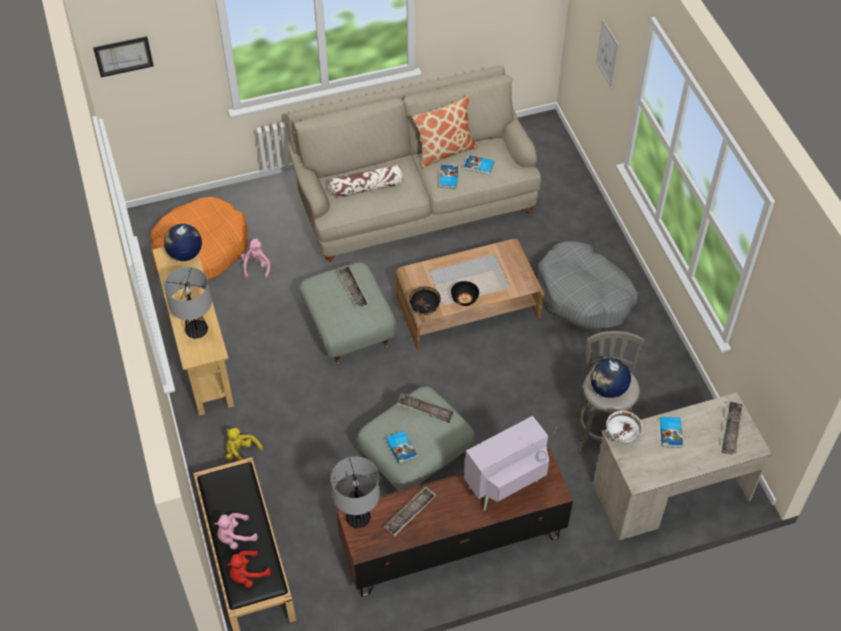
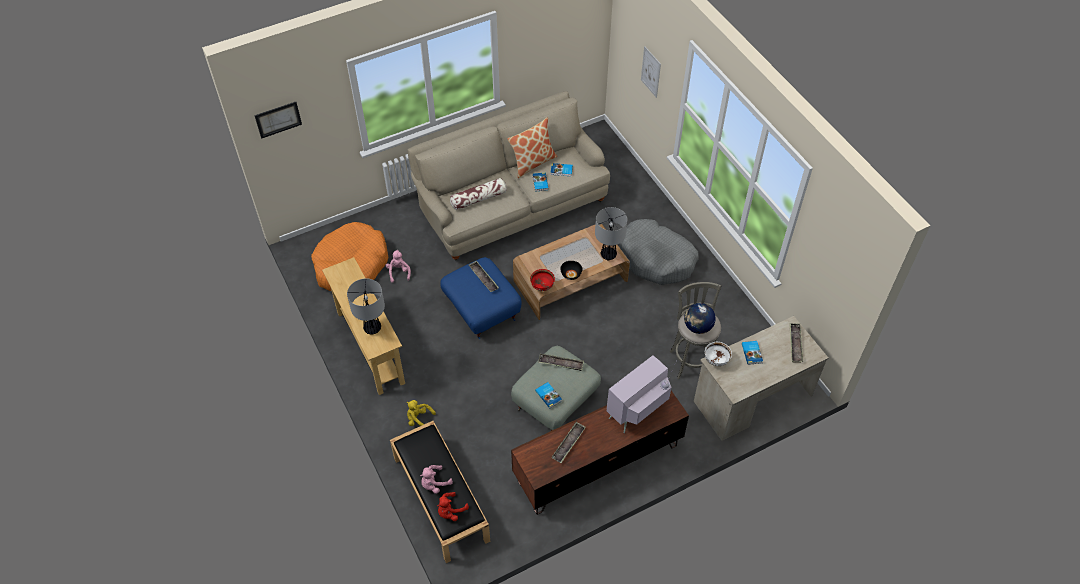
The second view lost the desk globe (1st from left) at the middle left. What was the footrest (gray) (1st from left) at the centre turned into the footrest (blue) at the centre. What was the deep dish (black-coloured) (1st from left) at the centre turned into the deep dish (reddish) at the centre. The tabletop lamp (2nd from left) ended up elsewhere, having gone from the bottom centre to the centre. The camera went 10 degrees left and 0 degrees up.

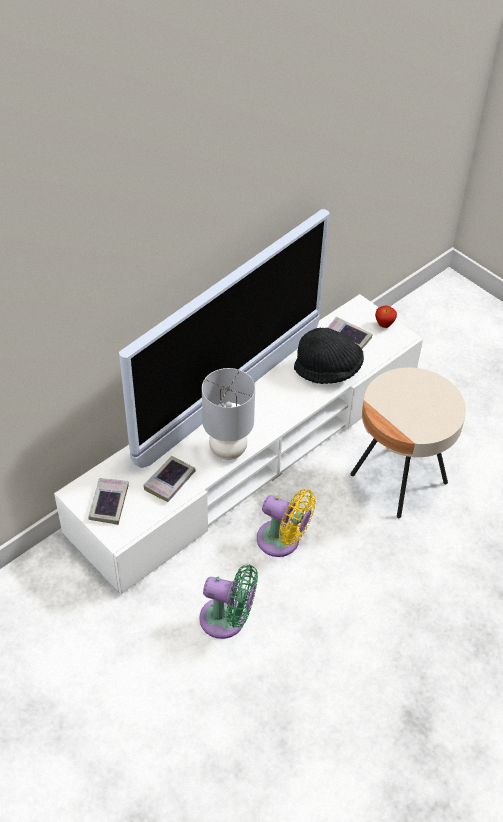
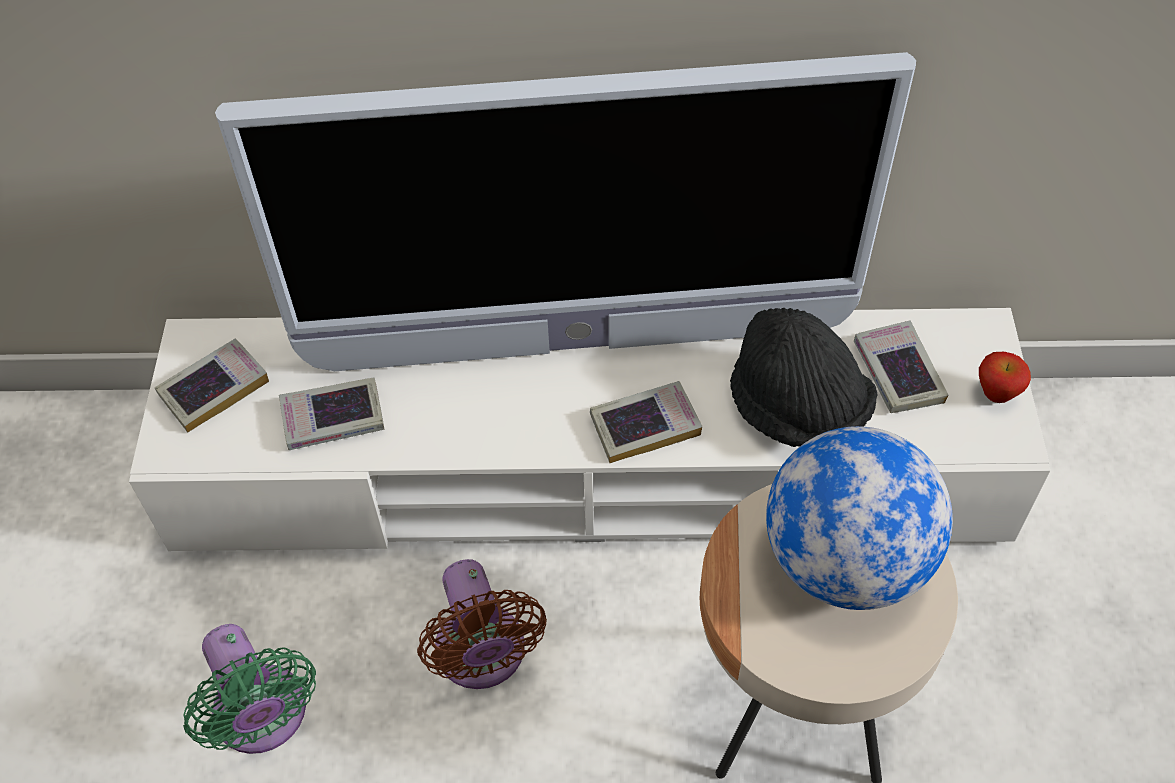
The second view lost the tabletop lamp (gray) at the centre. What was the cooling fan (yellow) at the centre turned into the cooling fan (brownish) at the bottom centre. The second view gained the volume (3rd from left) at the centre. The second view gained the desk globe at the middle right. The camera went 45 degrees right and 5 degrees up.

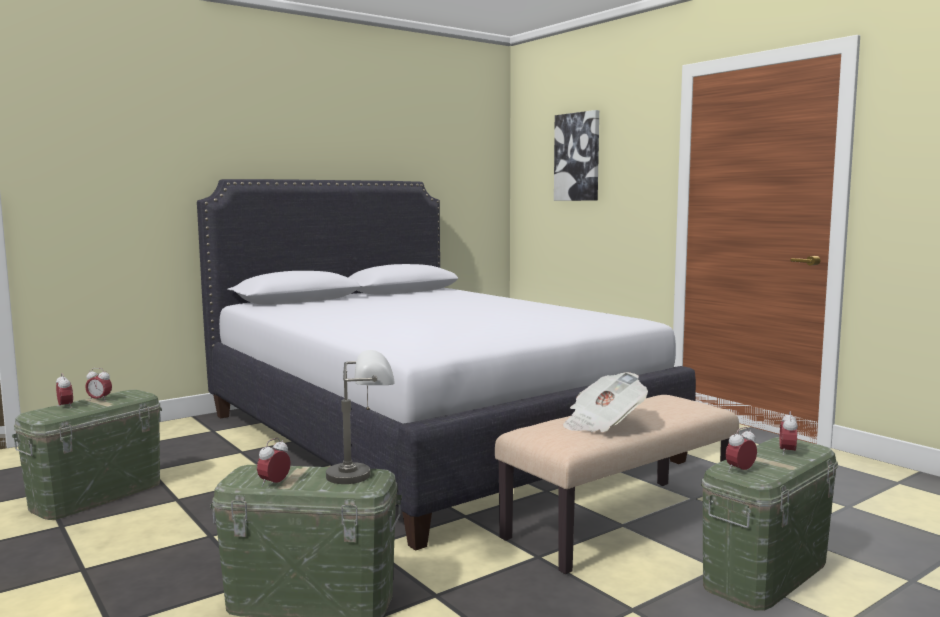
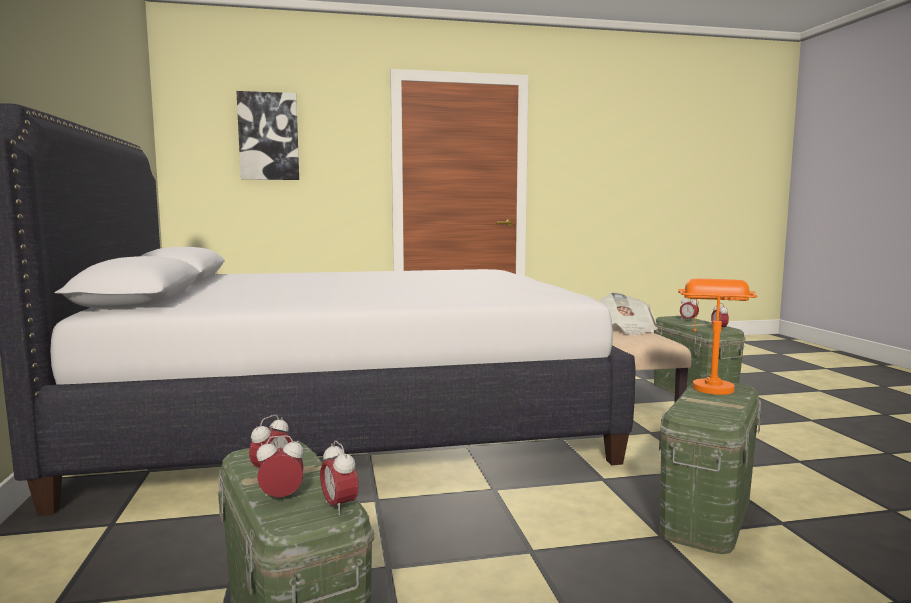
What was the tabletop lamp (gray) at the bottom centre turned into the tabletop lamp (orange-coloured) at the middle right. The alarm clock (3rd from left) ended up elsewhere, having gone from the bottom left to the bottom centre. The camera went 65 degrees left and 0 degrees up.

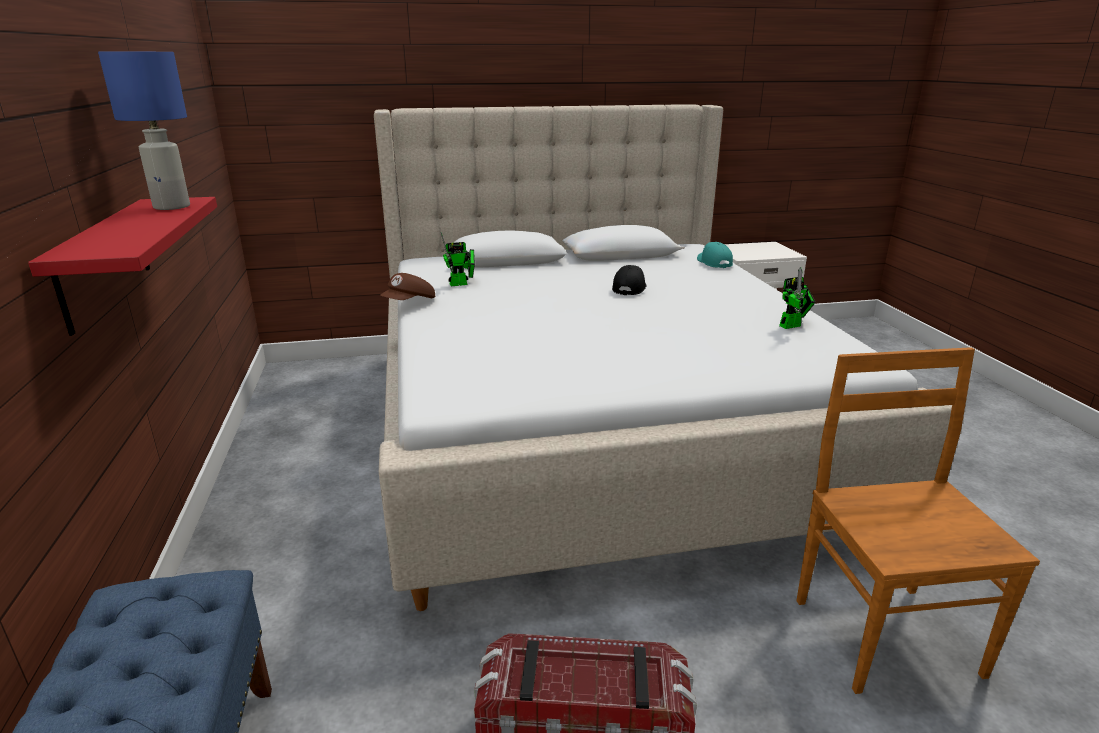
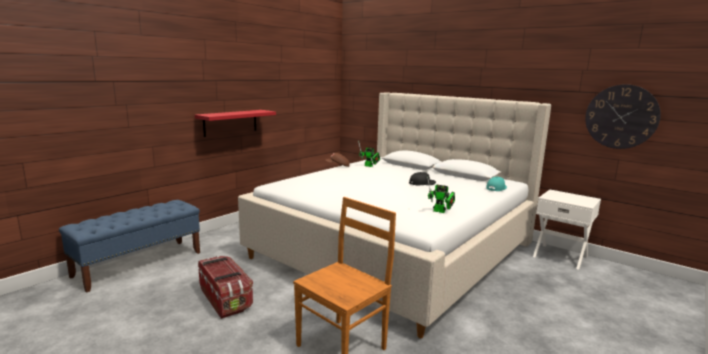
The second view lost the tabletop lamp (blue) at the top left. The second view gained the wall clock at the top right. The camera went 50 degrees right and 10 degrees down.

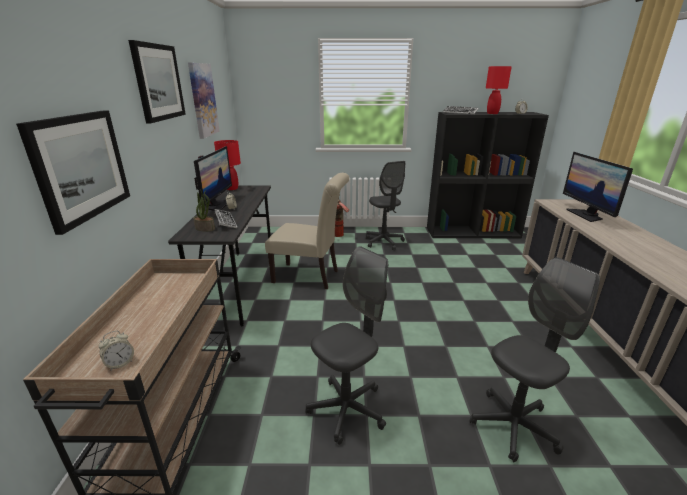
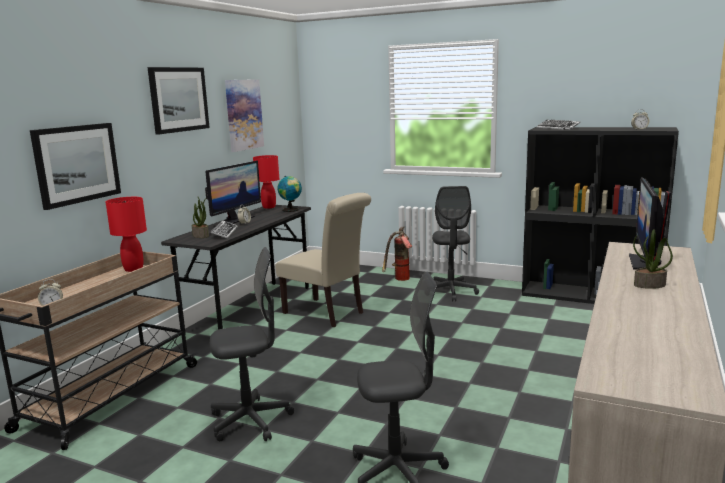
The tabletop lamp (reddish) (2nd from left in the first image) ended up elsewhere, having gone from the top right to the middle left. The second view gained the desk globe at the centre. The second view gained the houseplant (2nd from left) at the middle right. The camera went 25 degrees right and 10 degrees down.

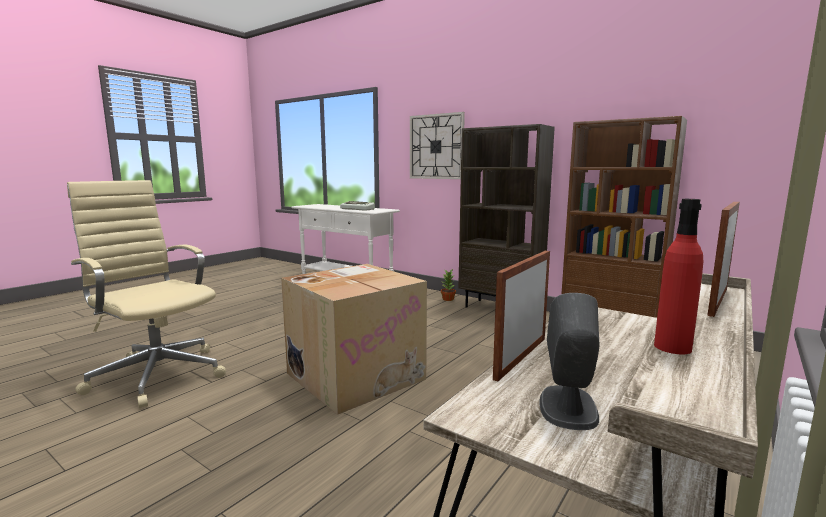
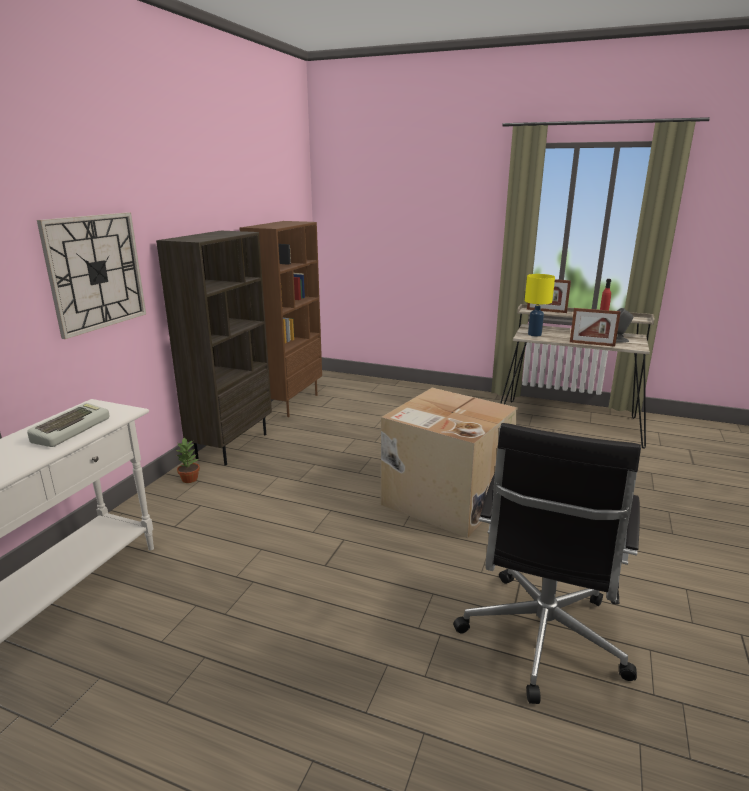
What was the computer chair (beige-coloured) at the middle left turned into the computer chair (black-coloured) at the bottom right. The second view gained the tabletop lamp (yellow) at the middle right. The camera went 105 degrees left and 10 degrees up.

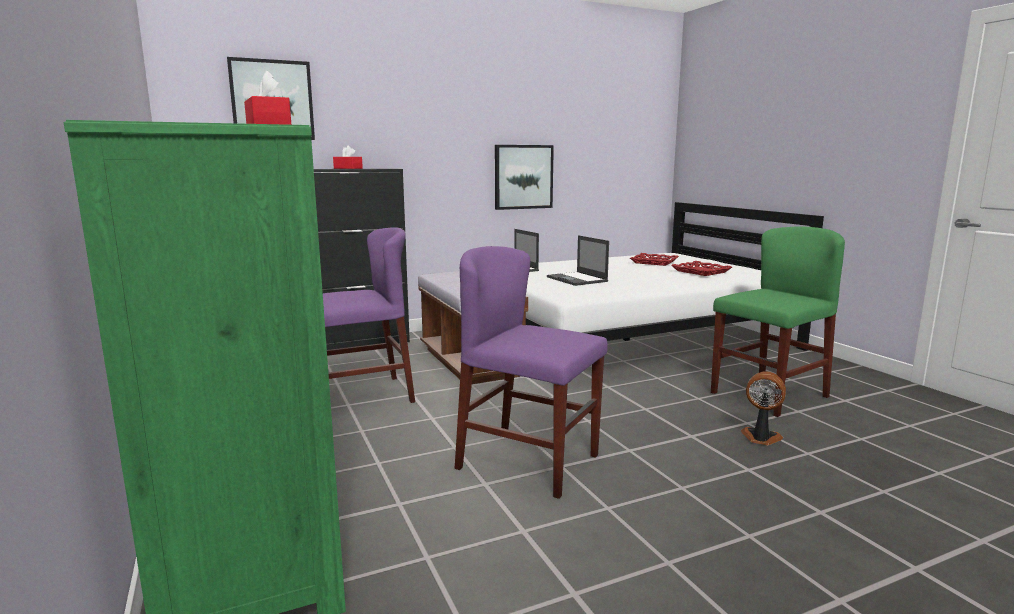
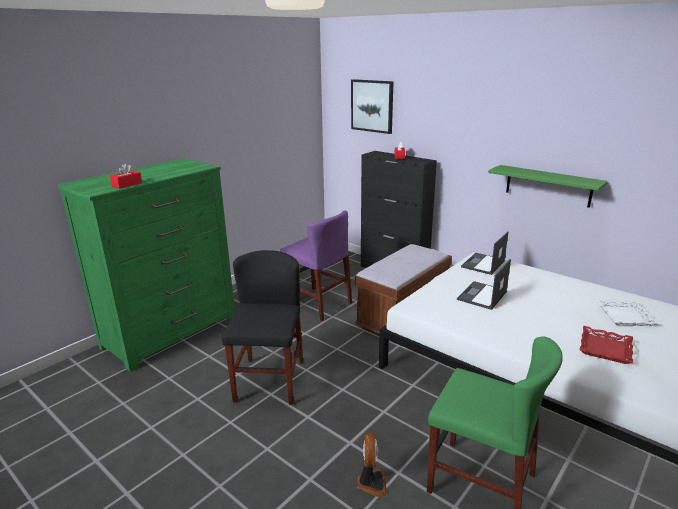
Where the wall art (2nd from left) hung at the top centre, the bracket shelf (green-coloured) came to hang at the middle right. What was the upright chair (purplish) (2nd from left) at the centre turned into the upright chair (black-coloured) at the centre. What was the tray (reddish) (1st from left) at the centre turned into the tray (whitish) at the middle right. The camera went 65 degrees right and 10 degrees up.

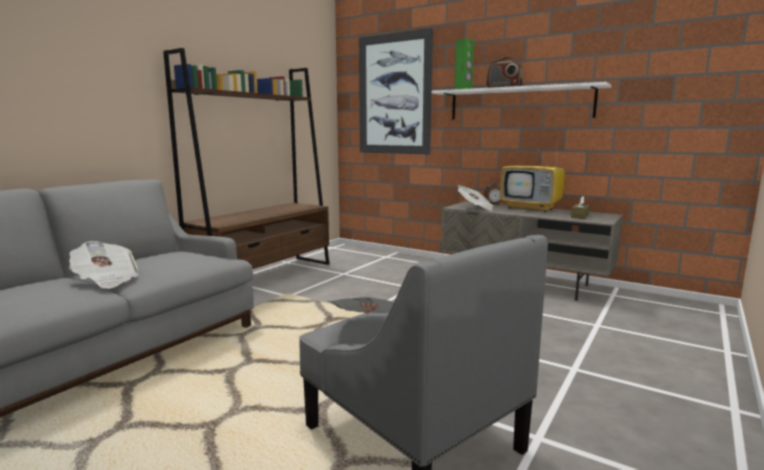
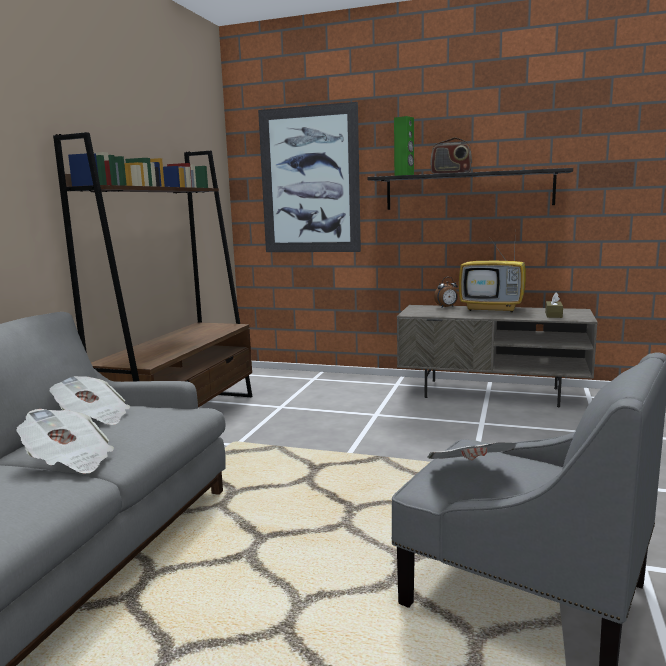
What was the bracket shelf (whitish) at the top right turned into the bracket shelf (black-coloured) at the top right. The newspaper (3rd from left in the first image) ended up elsewhere, having gone from the centre to the middle left. The camera went 15 degrees left and 0 degrees up.

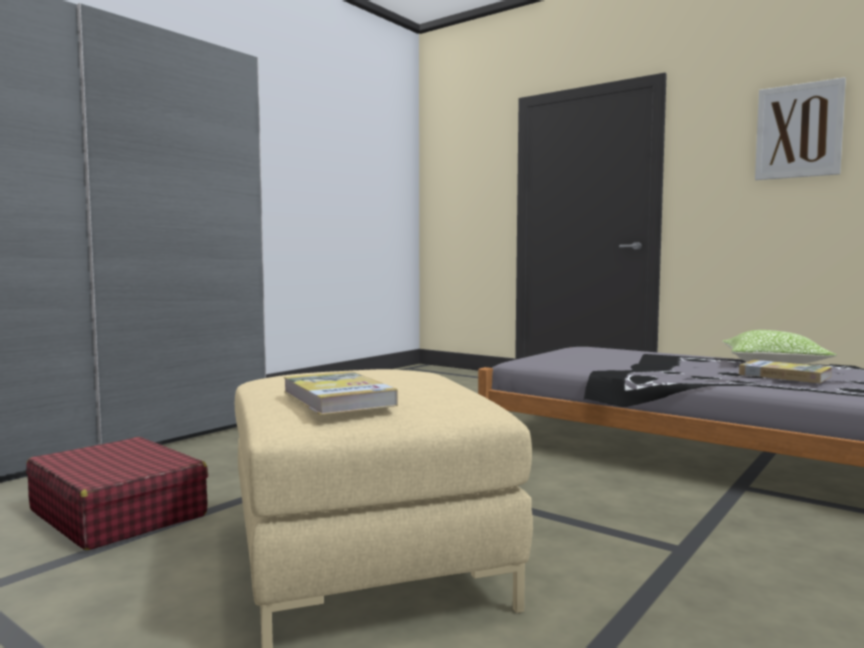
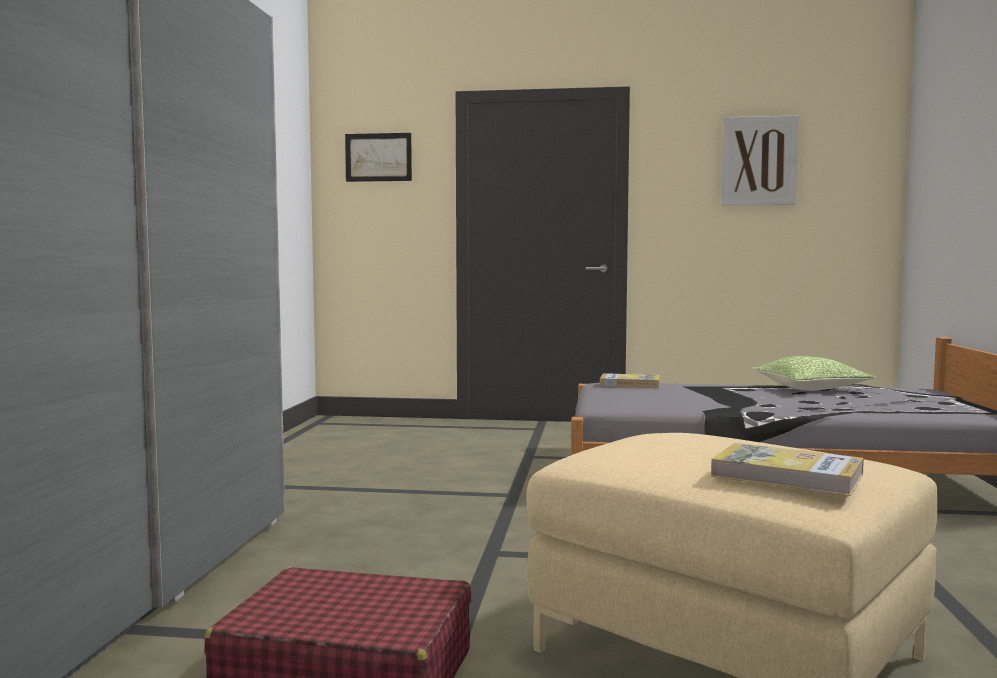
The volume (2nd from left in the first image) ended up elsewhere, having gone from the middle right to the centre. The second view gained the wall art (1st from left) at the top centre. The camera went 30 degrees left and 0 degrees up.

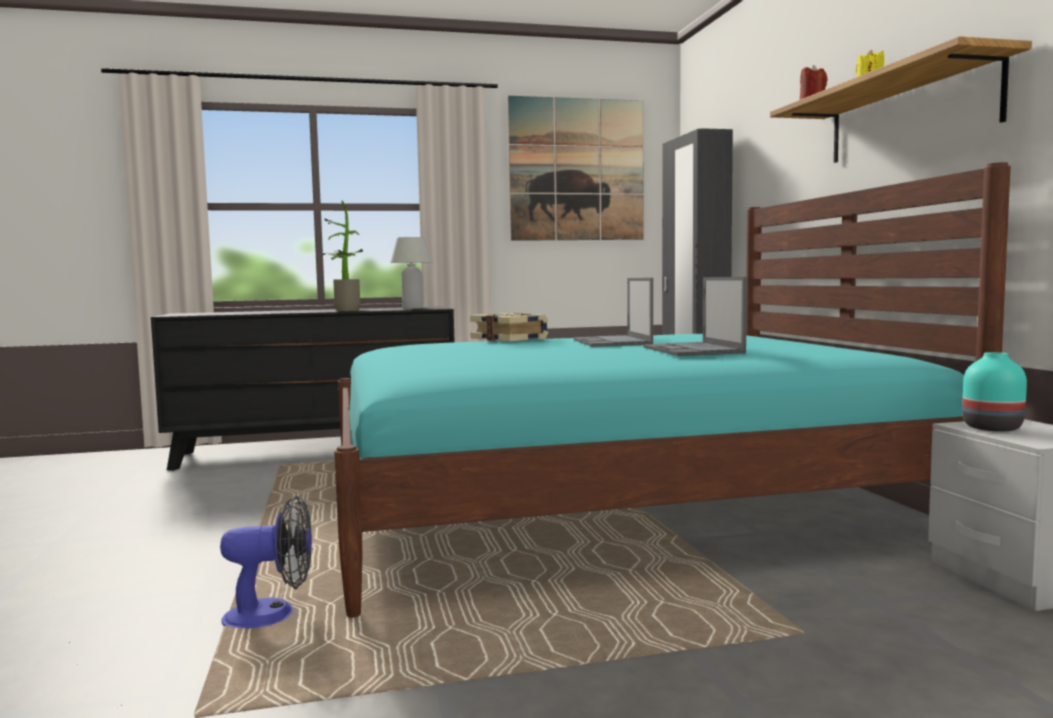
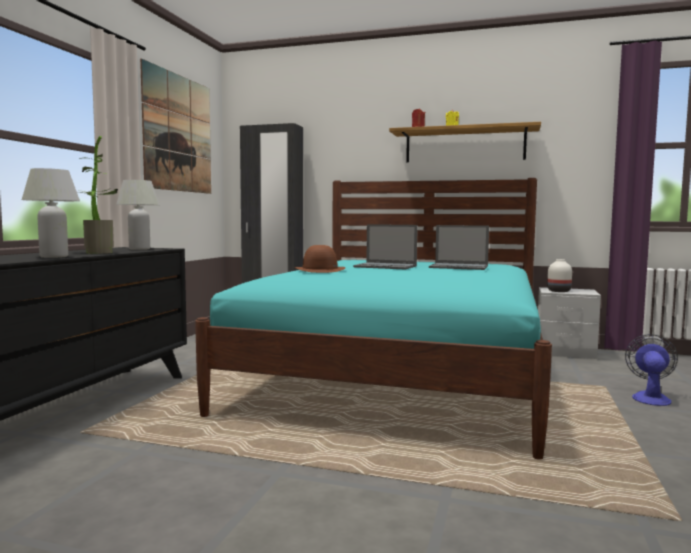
Where the volume stood at the centre, the wearable hat (brownish) came to stand at the centre. What was the decorative vase (turquoise-coloured) at the middle right turned into the decorative vase (whitish) at the middle right. The cooling fan ended up elsewhere, having gone from the bottom left to the bottom right. The second view gained the tabletop lamp (whitish) (1st from left) at the middle left. The camera went 60 degrees left and 0 degrees up.

